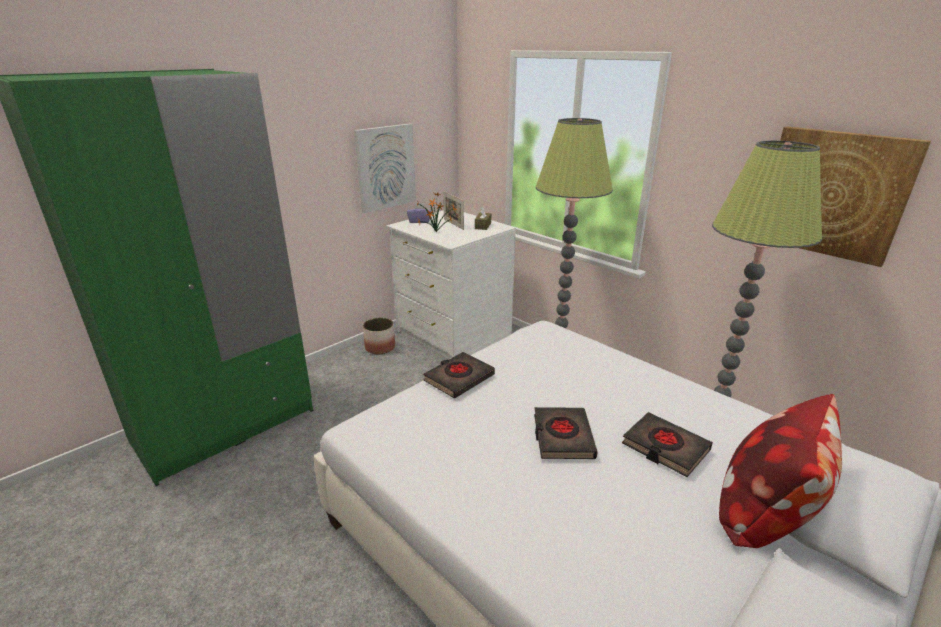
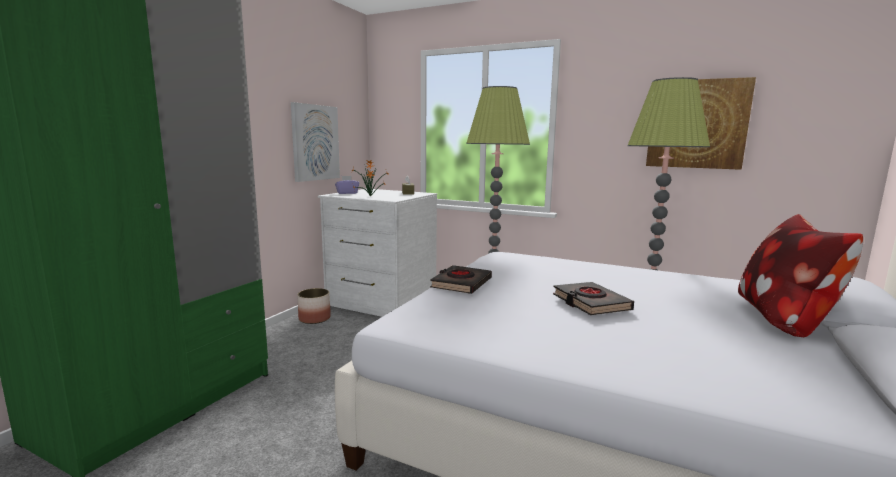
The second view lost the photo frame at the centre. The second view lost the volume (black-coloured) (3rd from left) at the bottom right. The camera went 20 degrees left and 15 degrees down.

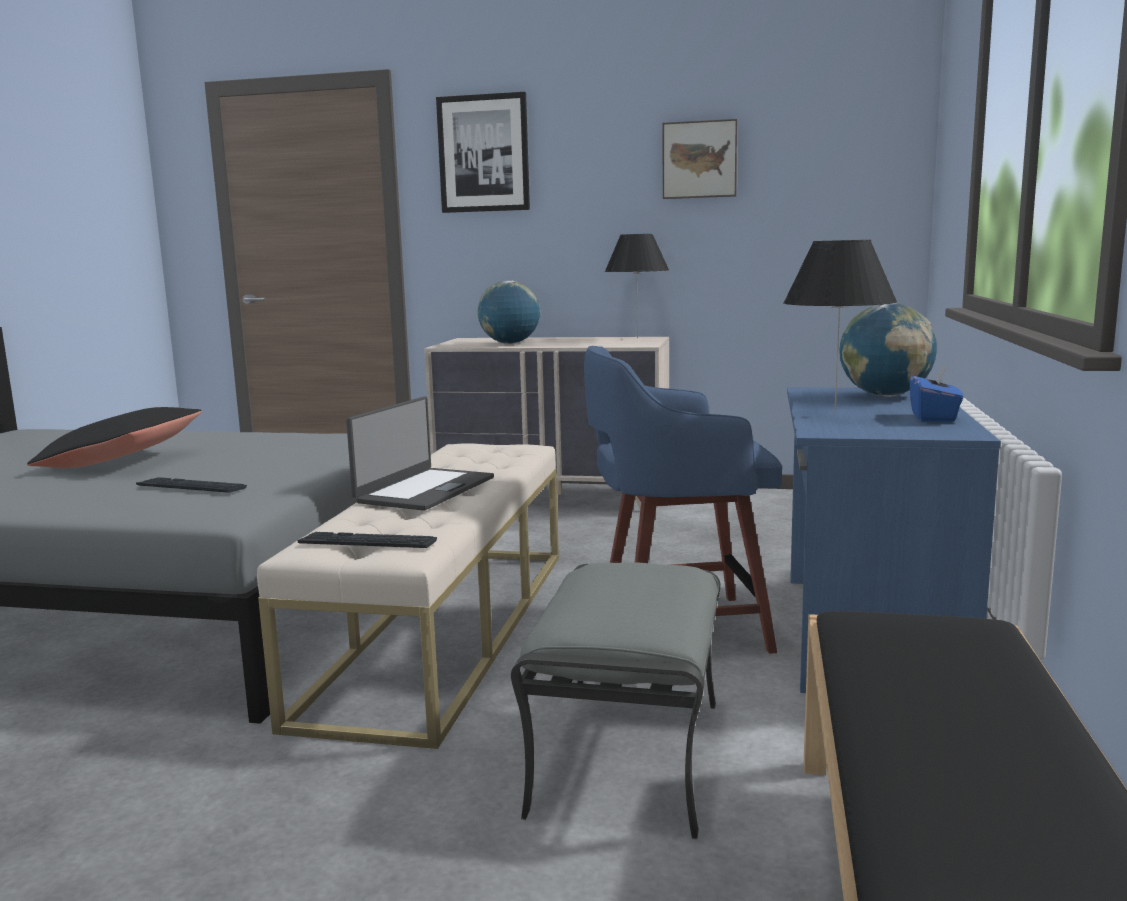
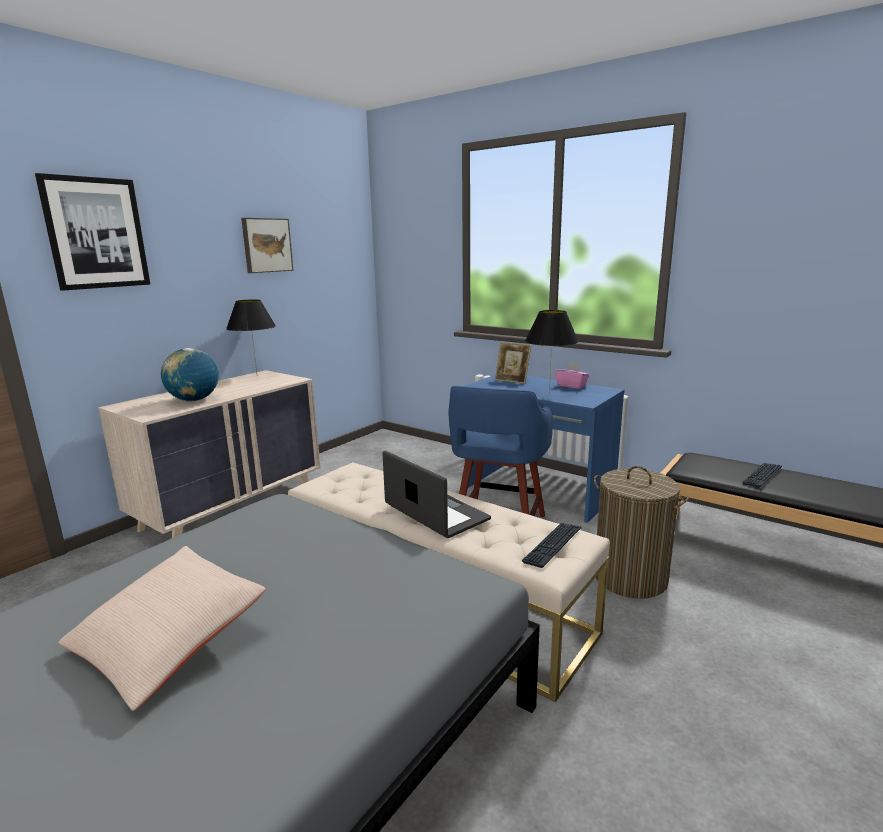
Where the desk globe (2nd from left) stood at the middle right, the photo frame came to stand at the centre. What was the box of tissues (blue) at the middle right turned into the box of tissues (pink) at the centre. What was the throw pillow (black-coloured) at the middle left turned into the throw pillow (beige-coloured) at the bottom left. The PC keyboard (1st from left in the first image) ended up elsewhere, having gone from the middle left to the middle right. Where the footrest (gray) stood at the bottom centre, the washing basket came to stand at the middle right. The camera went 65 degrees left and 5 degrees up.

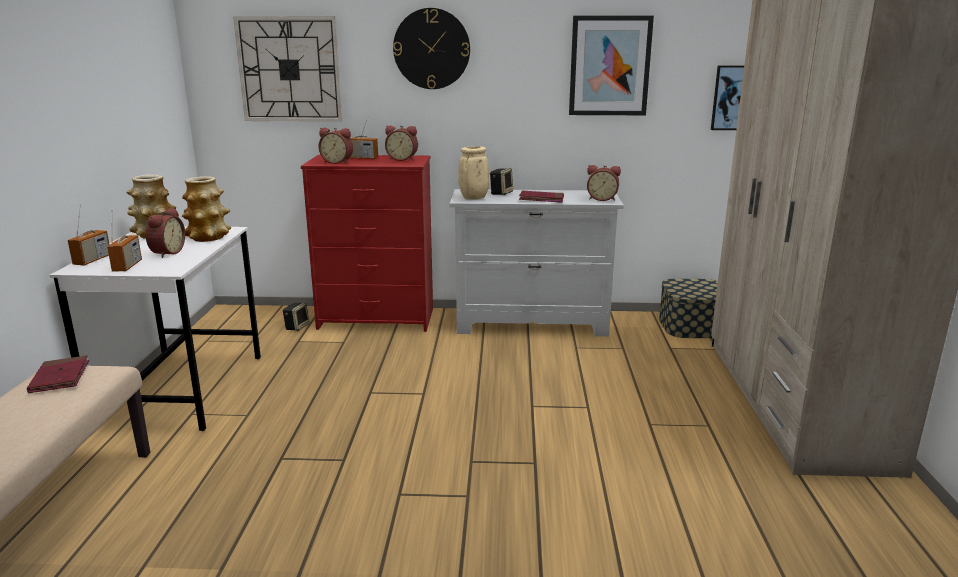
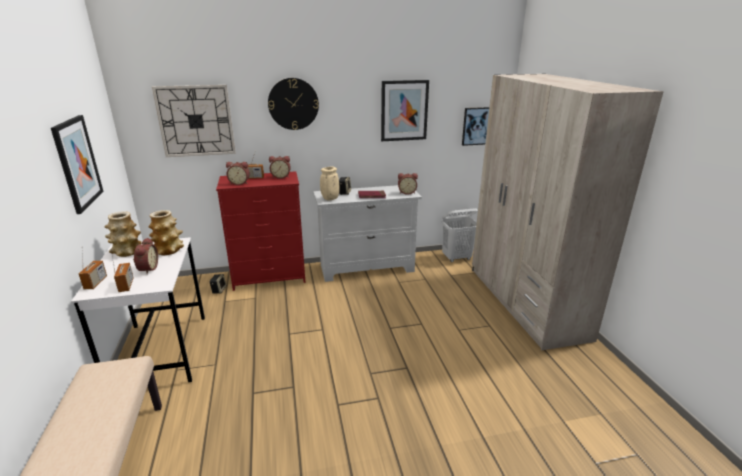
Where the storage box stood at the middle right, the washing basket (whitish) came to stand at the centre. The second view lost the volume (reddish) (1st from left) at the middle left. The second view gained the wall art (1st from left) at the middle left. The camera went 15 degrees left and 5 degrees up.

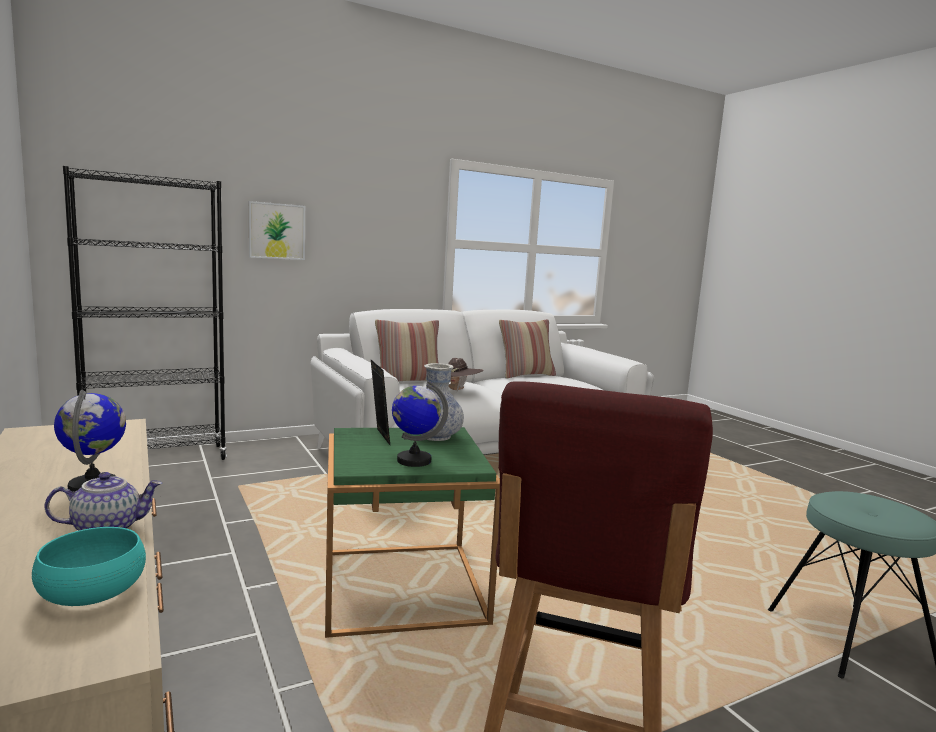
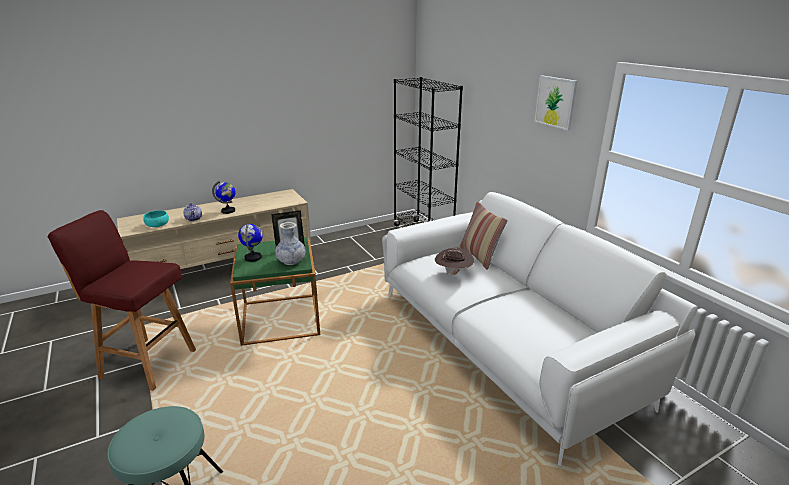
The wall art ended up elsewhere, having gone from the top left to the top right. The second view lost the throw pillow (2nd from left) at the centre. The camera went 90 degrees right and 15 degrees up.

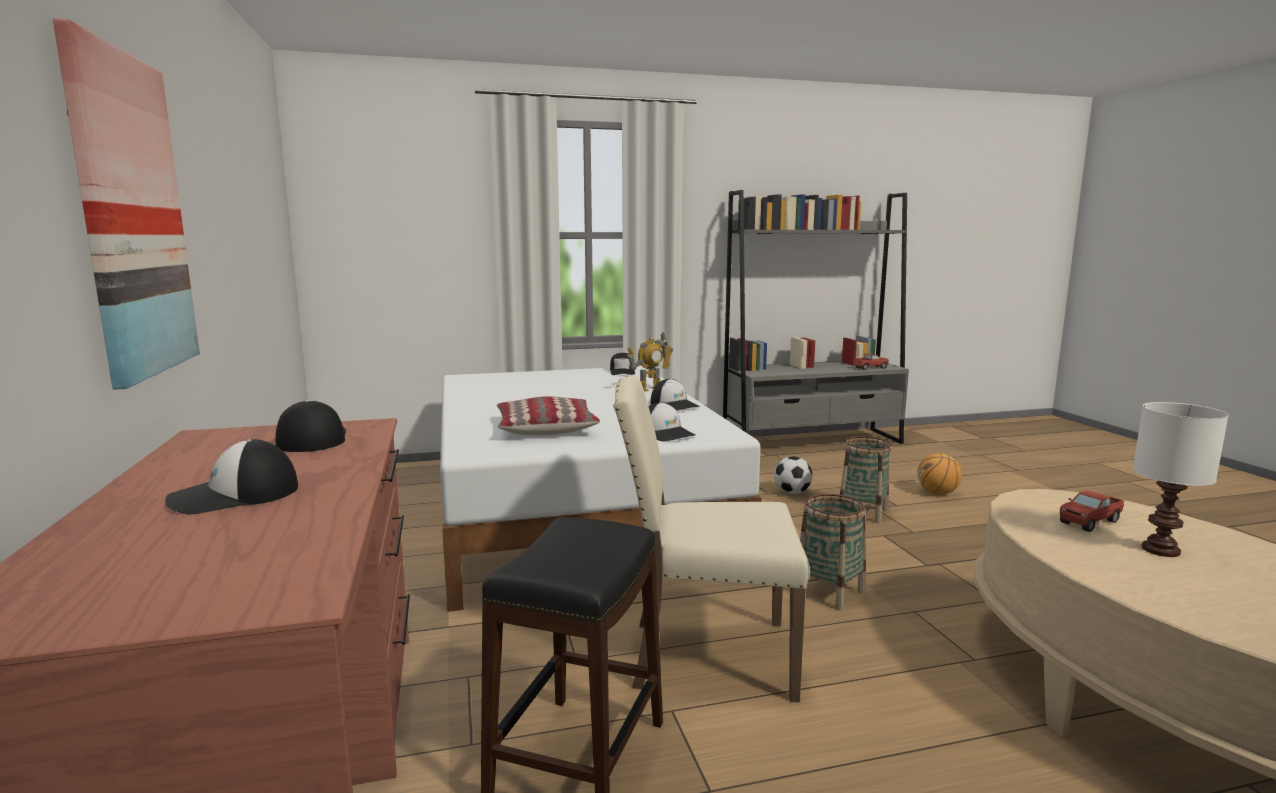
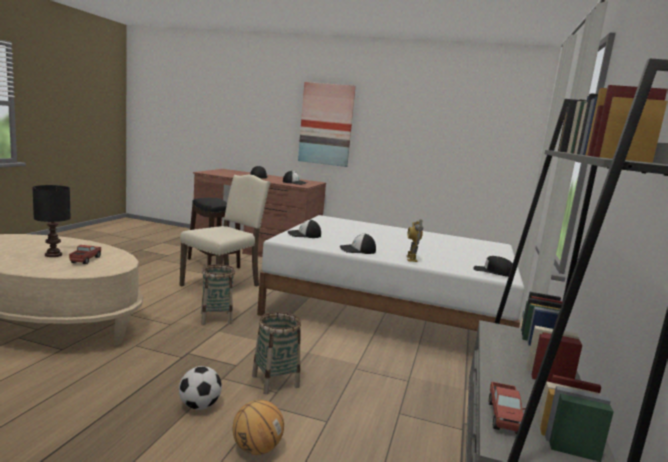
The second view lost the throw pillow at the centre. What was the tabletop lamp (whitish) at the middle right turned into the tabletop lamp (black-coloured) at the middle left. The football ended up elsewhere, having gone from the centre to the bottom left. The camera went 120 degrees right and 0 degrees up.

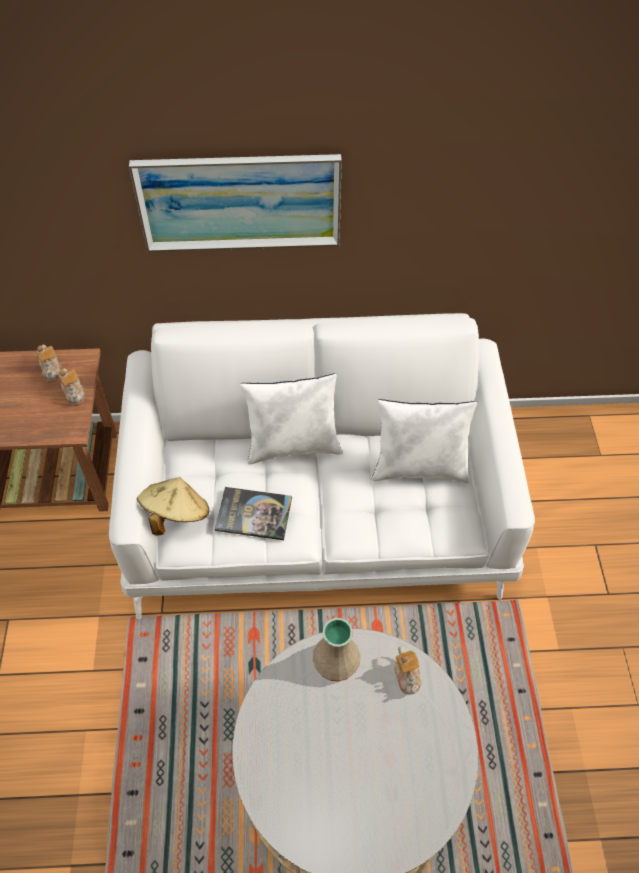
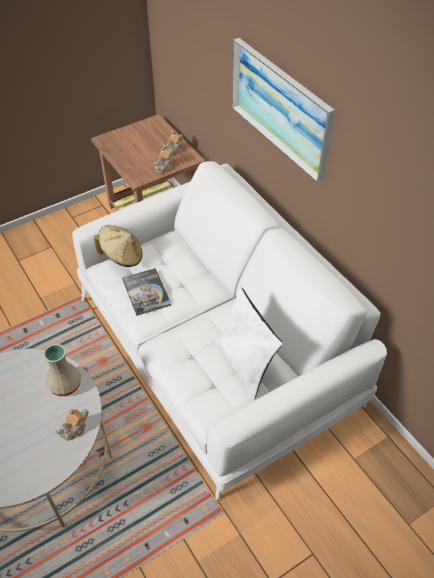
The second view lost the throw pillow (whitish) (1st from left) at the centre. The camera went 60 degrees right and 5 degrees down.

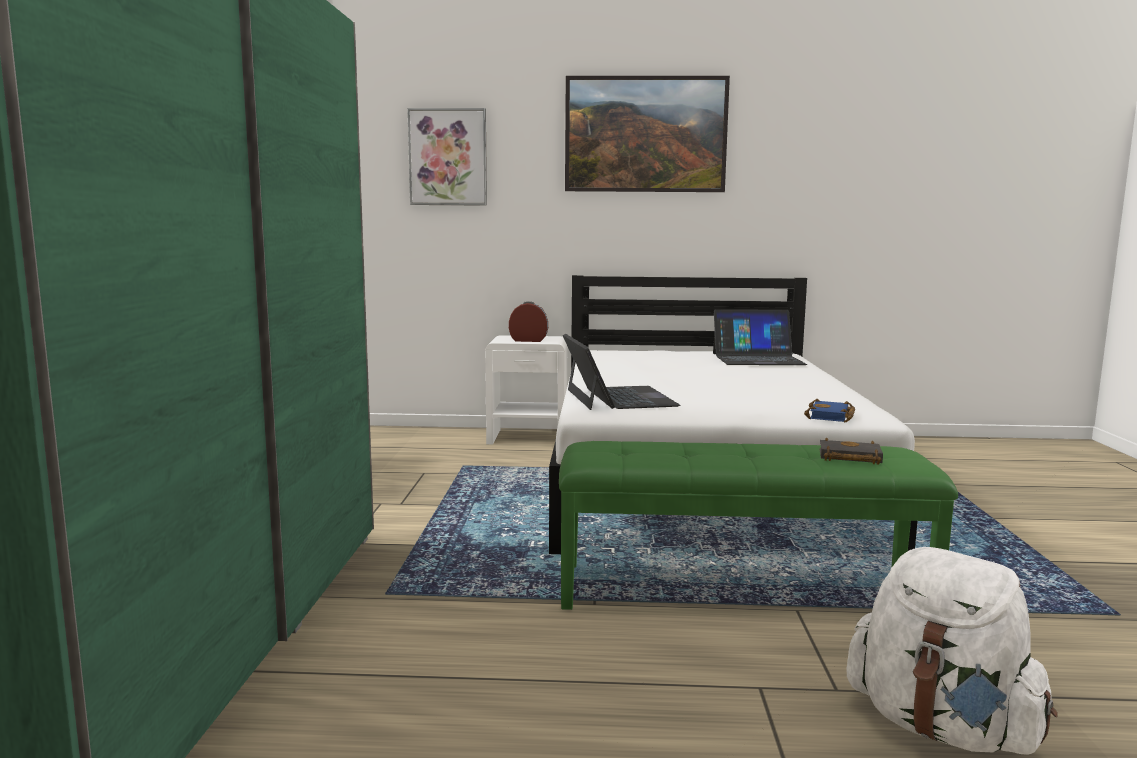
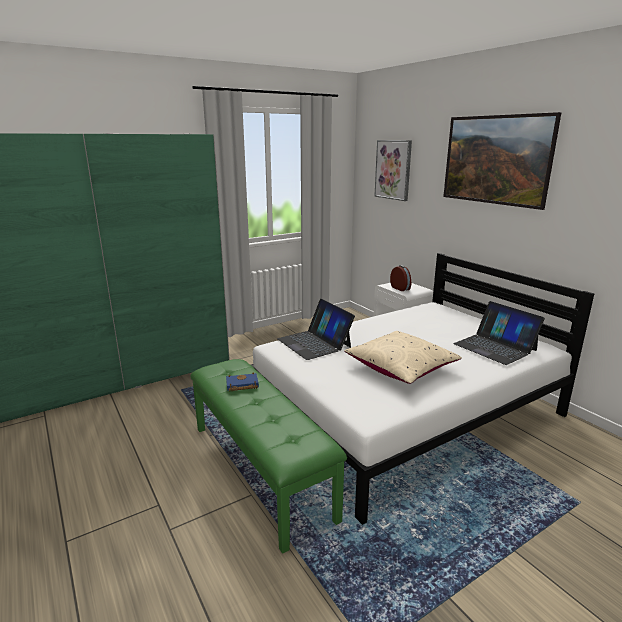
The portable computer (1st from left) at the centre ended up facing another way, 105 degrees clockwise from before. The volume (blue) ended up elsewhere, having gone from the middle right to the centre. The second view lost the volume (black-coloured) at the middle right. The second view lost the knapsack (whitish) at the bottom right. The second view gained the throw pillow (beige-coloured) at the centre. The camera went 55 degrees right and 10 degrees up.

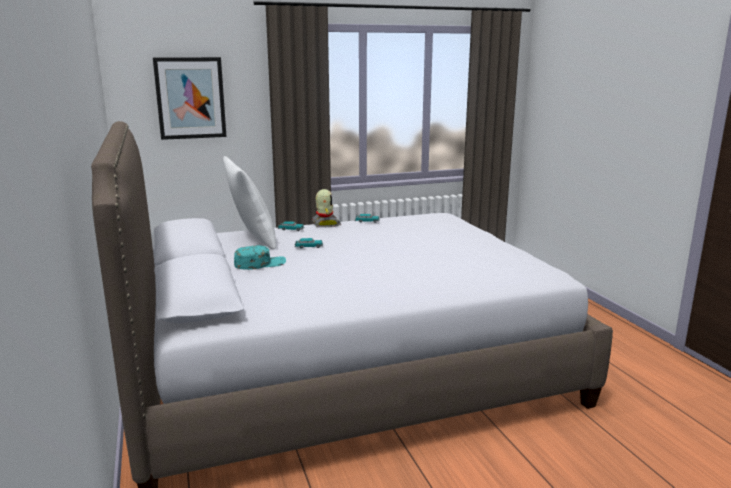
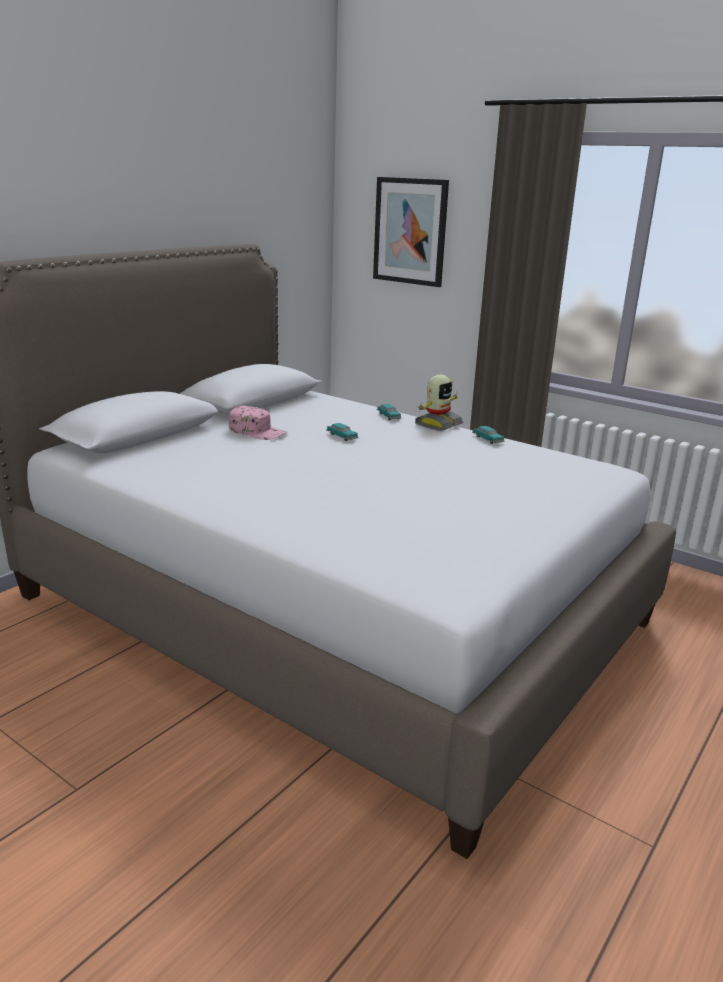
The second view lost the throw pillow (whitish) at the centre. What was the baseball cap (turquoise-coloured) at the centre turned into the baseball cap (pink) at the centre. The camera went 55 degrees right and 5 degrees up.

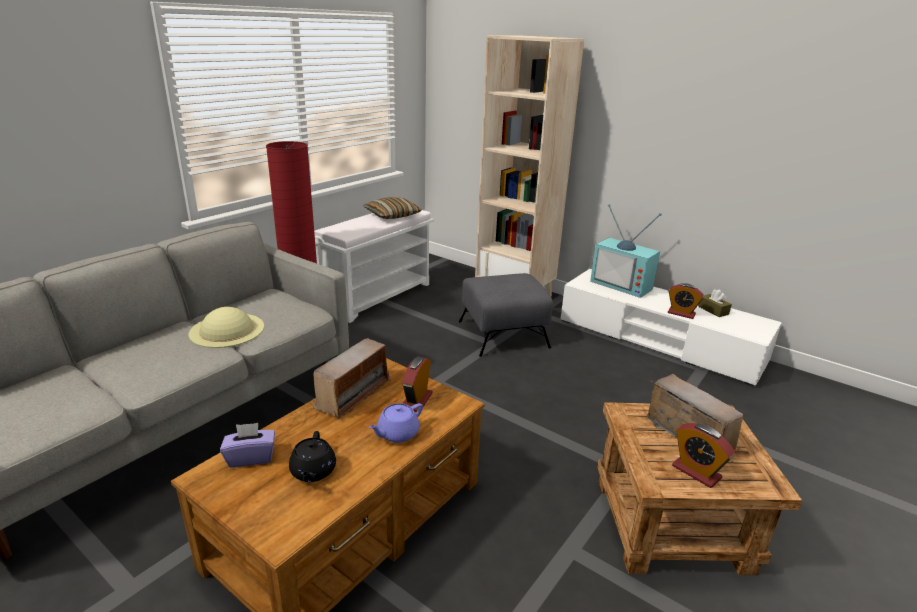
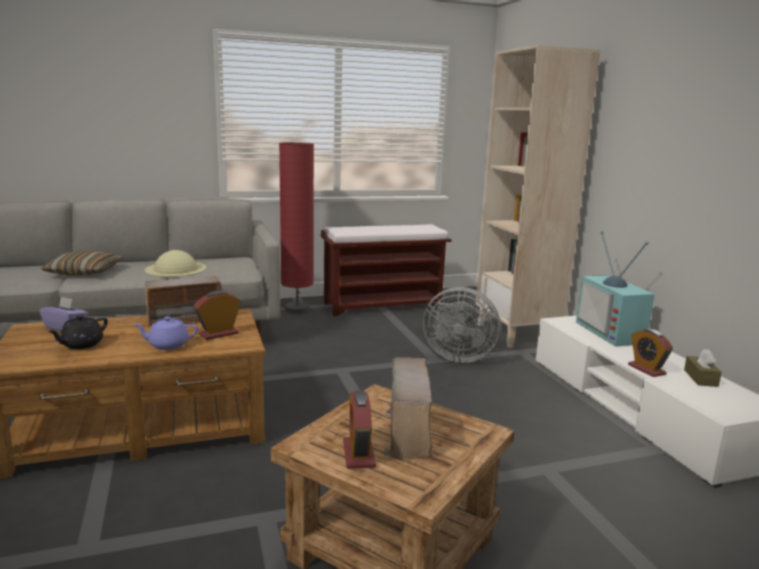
The throw pillow ended up elsewhere, having gone from the centre to the middle left. What was the bench (whitish) at the centre turned into the bench (brownish) at the centre. Where the footrest (gray) stood at the centre, the cooling fan (gray) came to stand at the centre. The camera went 35 degrees right and 10 degrees down.

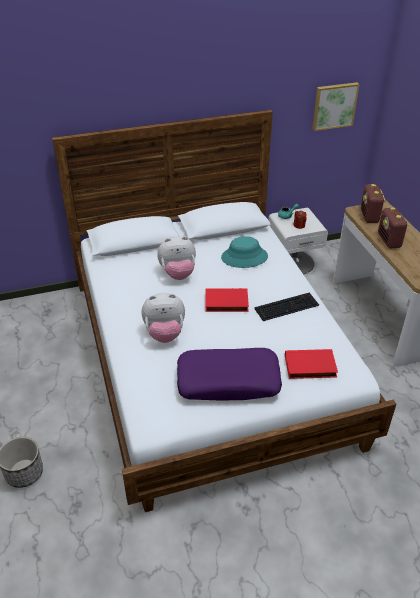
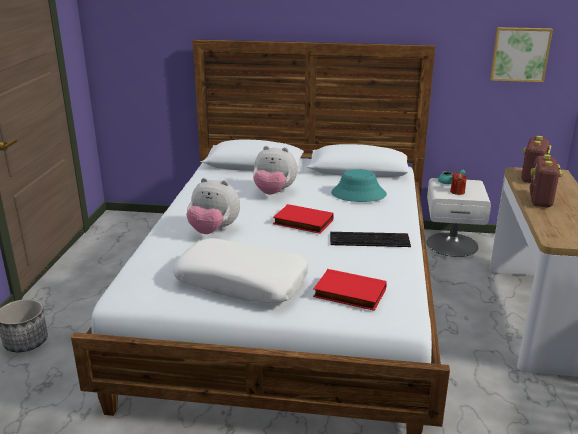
What was the throw pillow (purplish) at the centre turned into the throw pillow (whitish) at the centre. The camera went 25 degrees right and 15 degrees down.

